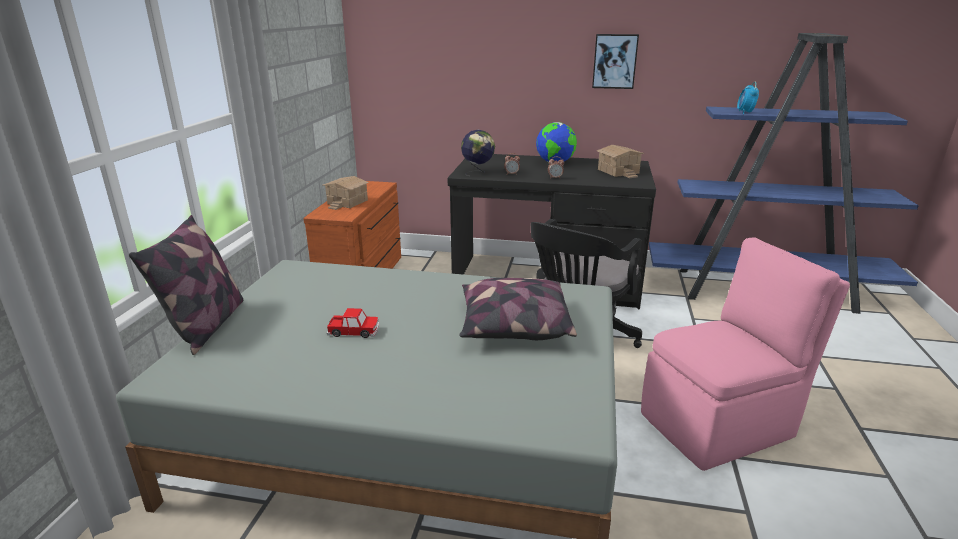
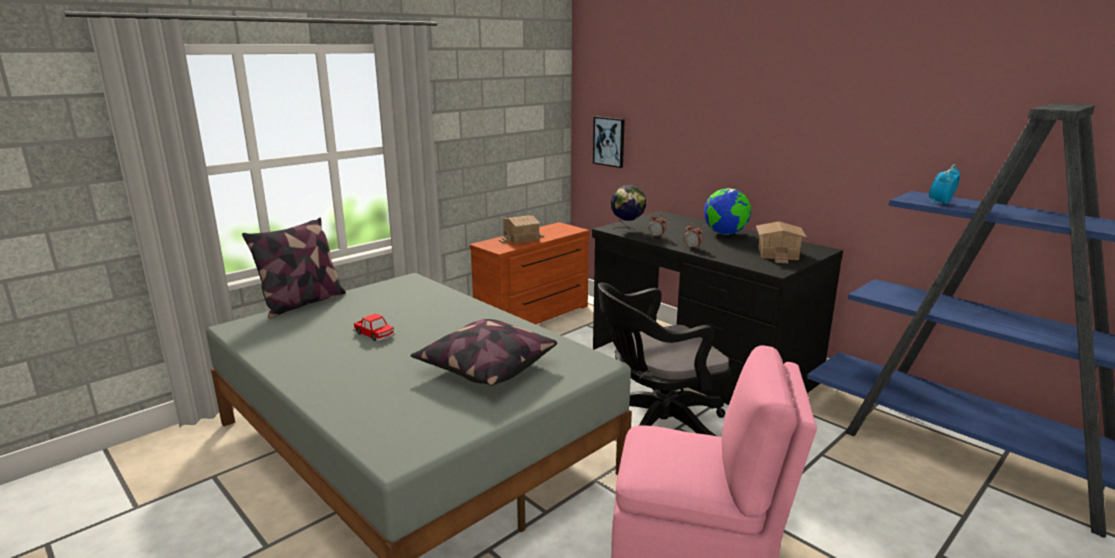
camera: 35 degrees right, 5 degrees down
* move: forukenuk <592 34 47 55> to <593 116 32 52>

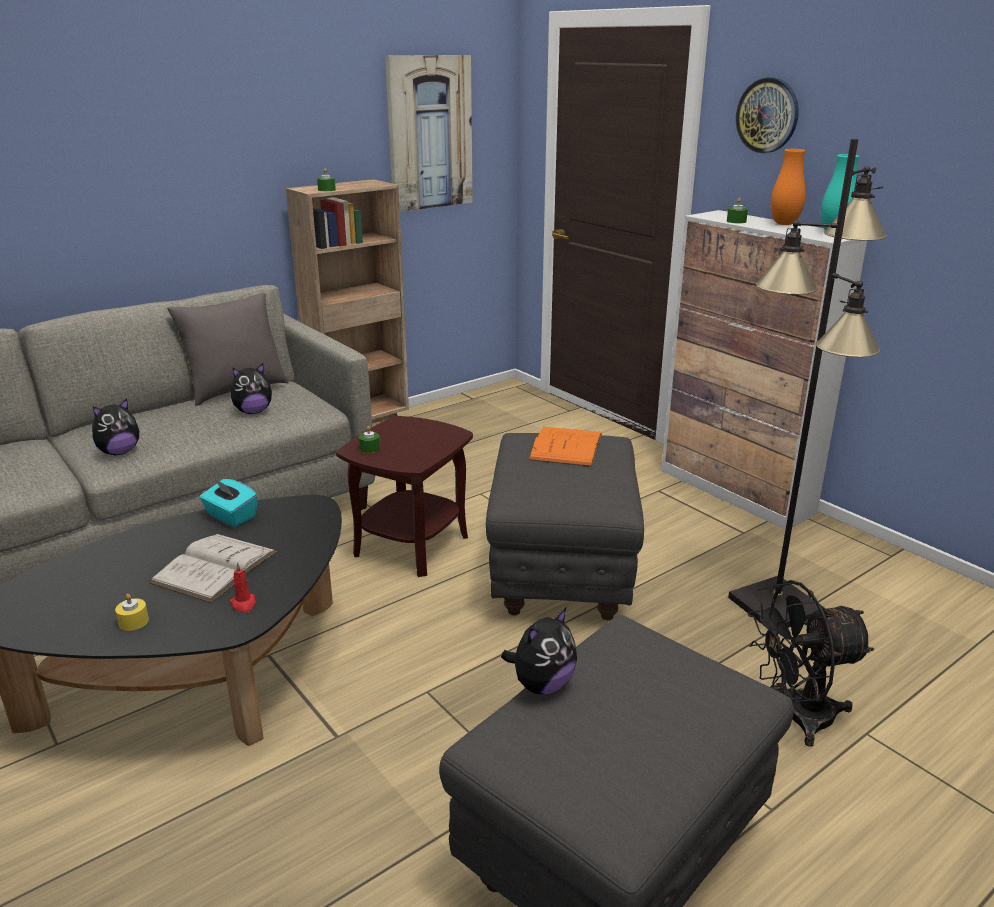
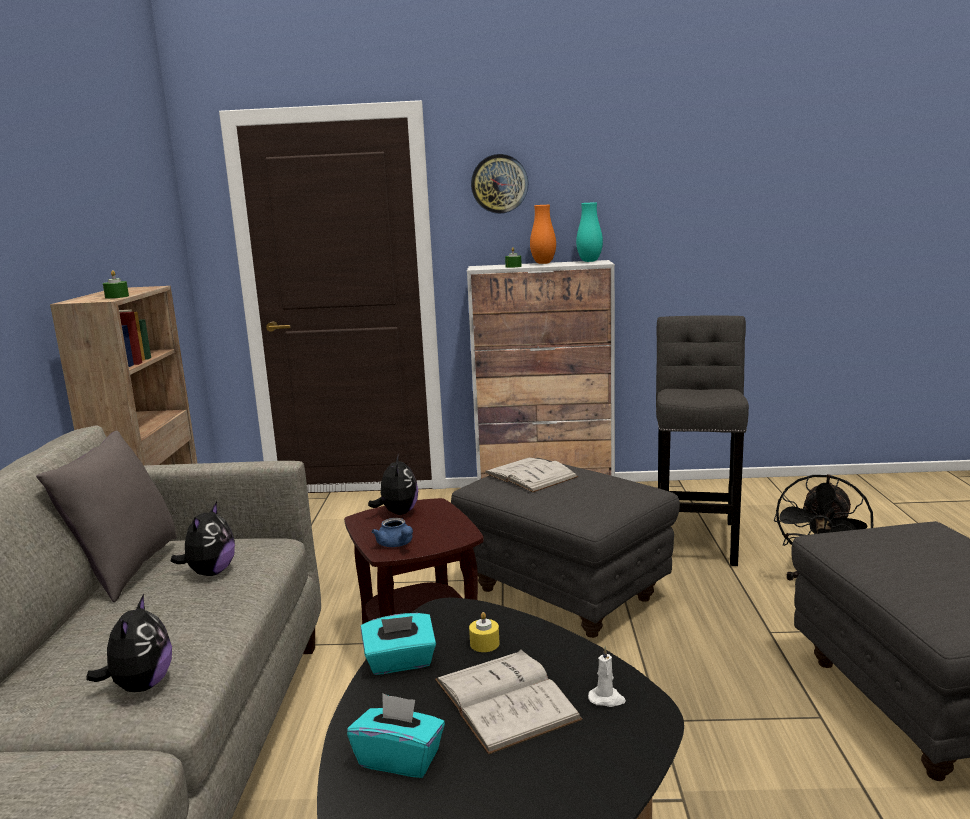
camera: 50 degrees left, 10 degrees down
* delete: forukenuk <385 55 88 157>
* replace: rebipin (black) <728 138 159 492> to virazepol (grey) <656 315 93 251>
* replace: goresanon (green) <359 426 21 27> to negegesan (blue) <372 518 41 29>
* recolor: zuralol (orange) <529 427 73 40> to zuralol (white) <484 457 95 35>
* recolor: goresanon (red) <230 562 26 51> to goresanon (white) <588 646 38 61>
* move: goresanon (yellow) <115 594 34 37> to <469 612 31 40>
* move: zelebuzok <501 608 76 86> to <368 453 50 62>
* insert: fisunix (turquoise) <347 693 98 85>

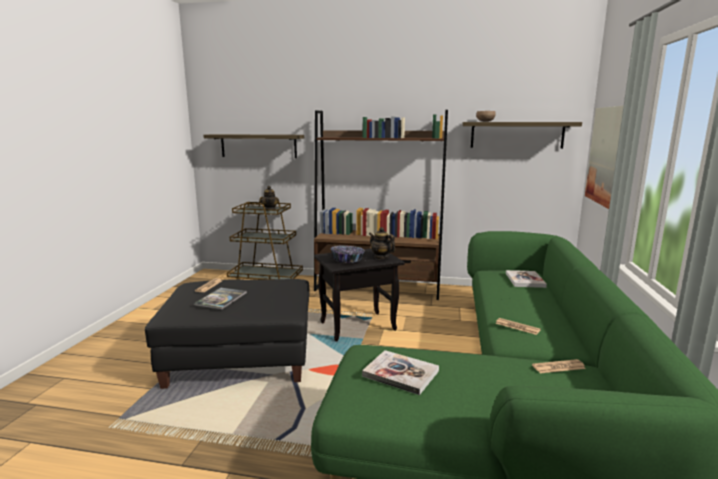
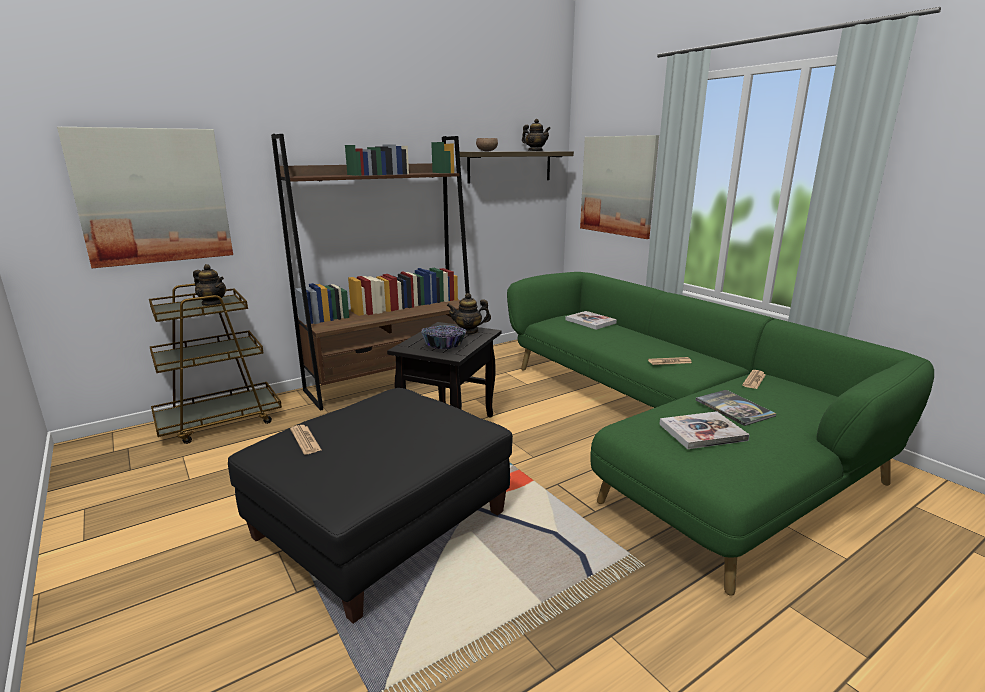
camera: 45 degrees left, 5 degrees up
* replace: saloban <203 134 101 24> to forukenuk <57 127 176 141>
* move: zuralol <194 287 53 23> to <696 390 81 36>
* insert: negegesan <522 119 29 32>

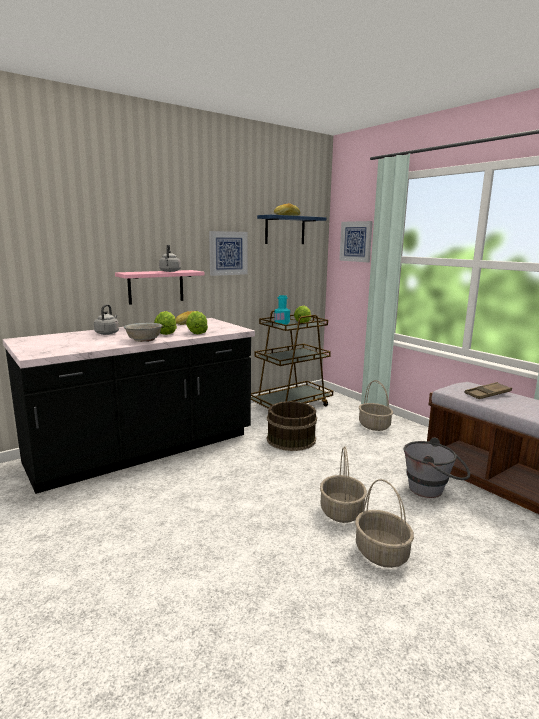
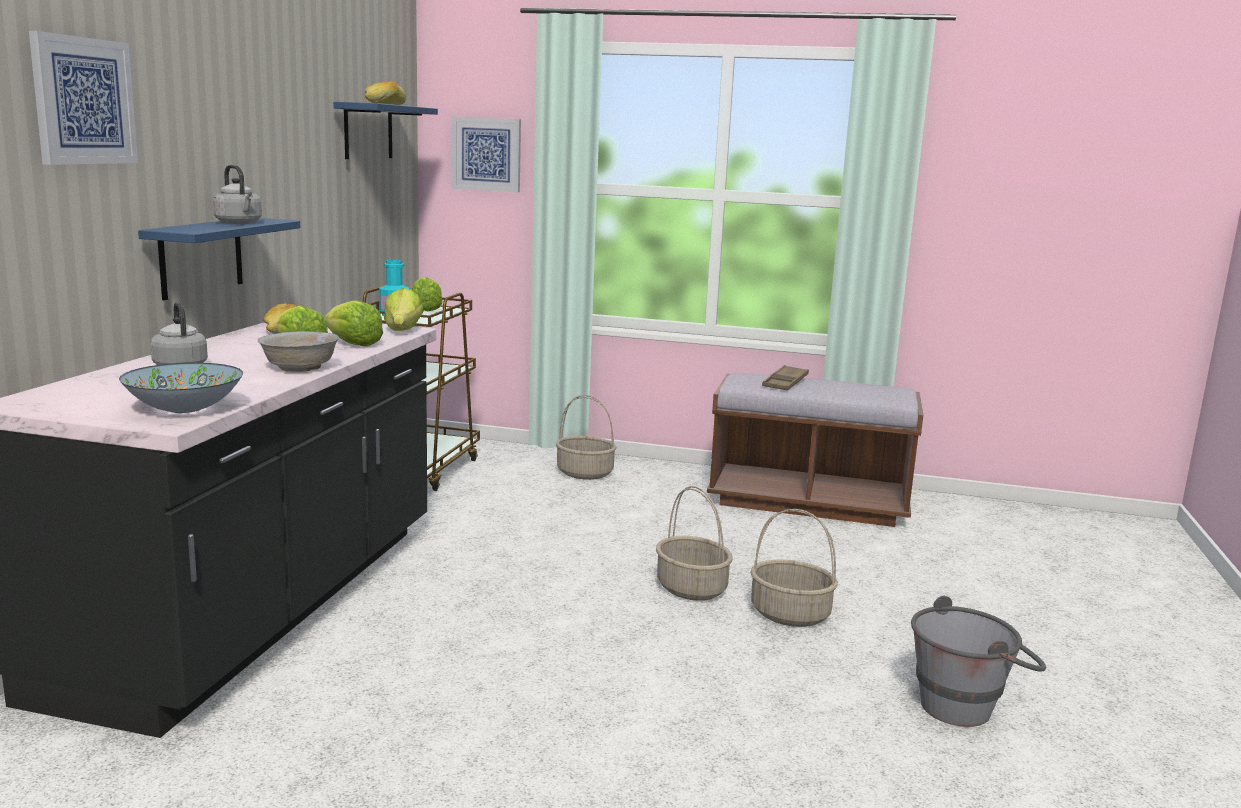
camera: 40 degrees left, 0 degrees up
* move: forukenuk <209 231 39 45> to <29 31 109 134>
* recolor: saloban (pink) <115 270 89 35> to saloban (blue) <138 218 162 82>
* delete: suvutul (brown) <267 401 50 50>
* move: suvutul (grey) <403 437 67 61> to <911 596 135 131>
* insert: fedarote <384 288 40 43>
* insert: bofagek <119 363 124 50>

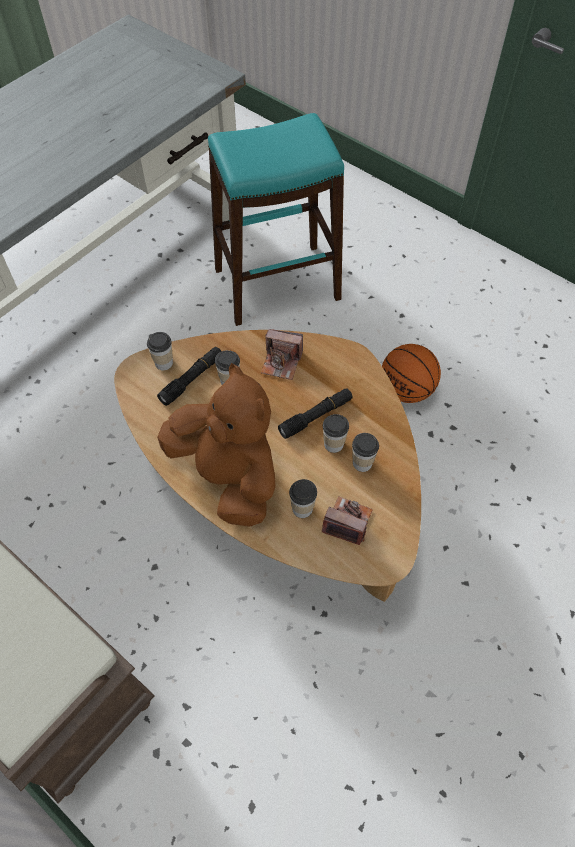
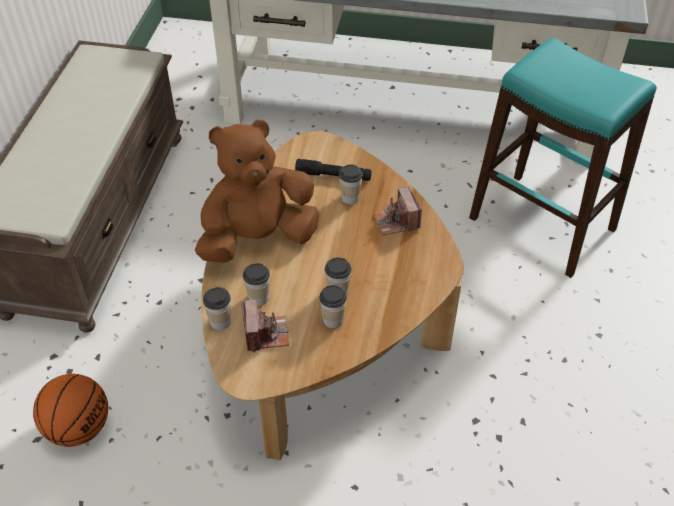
camera: 60 degrees right, 10 degrees down
* move: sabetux <147 332 26 38> to <203 287 28 43>
* move: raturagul <382 344 59 59> to <33 374 75 73>
* rotate: zelebuzok (brown) <157 363 119 164> = <195 120 124 143> 135 degrees counterclockwise
* delete: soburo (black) <278 388 75 51>

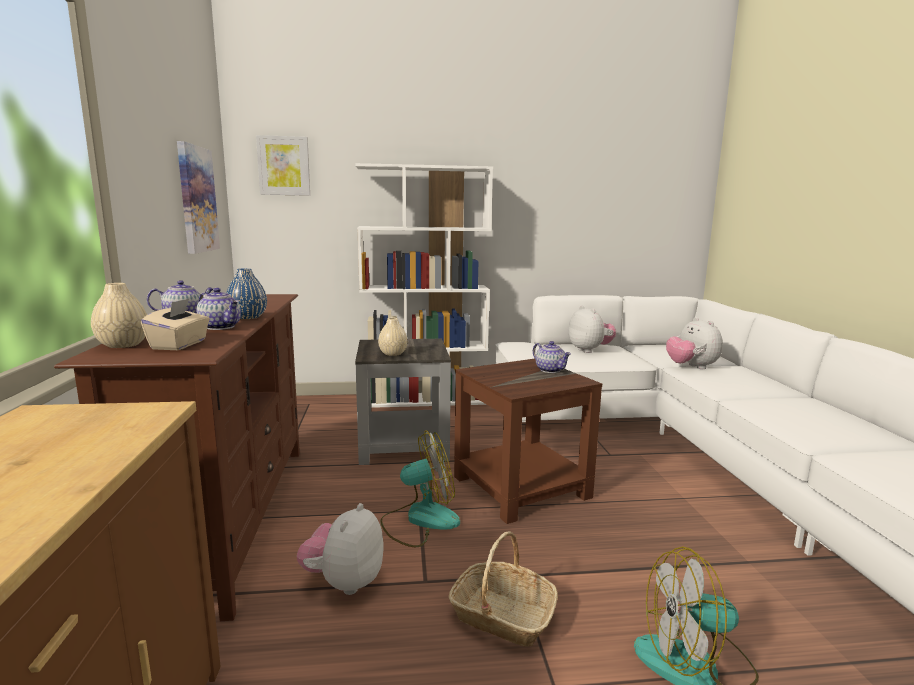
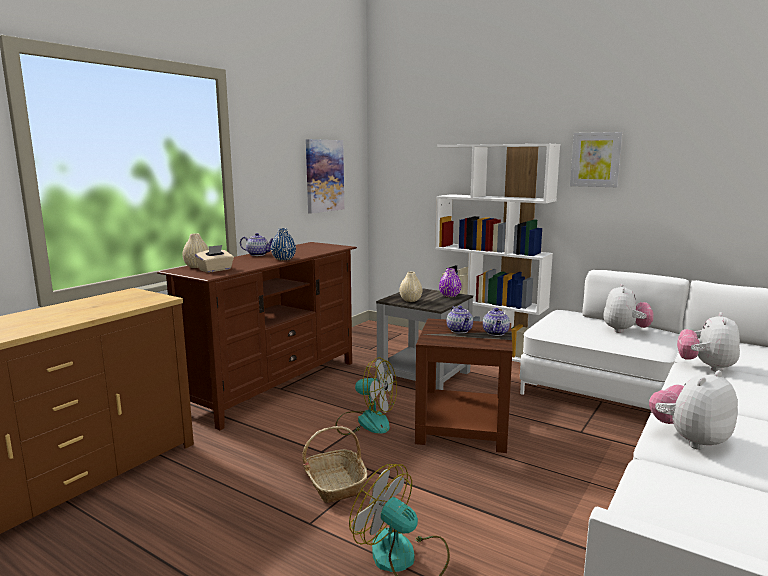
camera: 40 degrees right, 0 degrees up
* move: forukenuk <256 135 54 61> to <570 132 53 55>
* move: negegesan <196 288 45 42> to <447 306 26 27>
* move: zelebuzok <297 503 87 92> to <649 370 89 80>
* insert: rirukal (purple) <439 268 22 29>

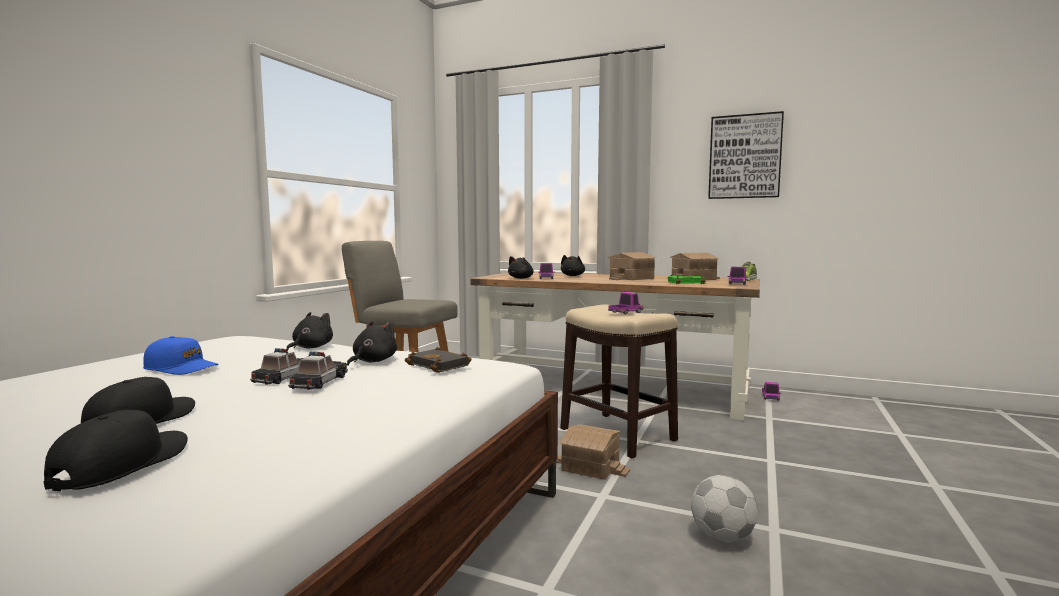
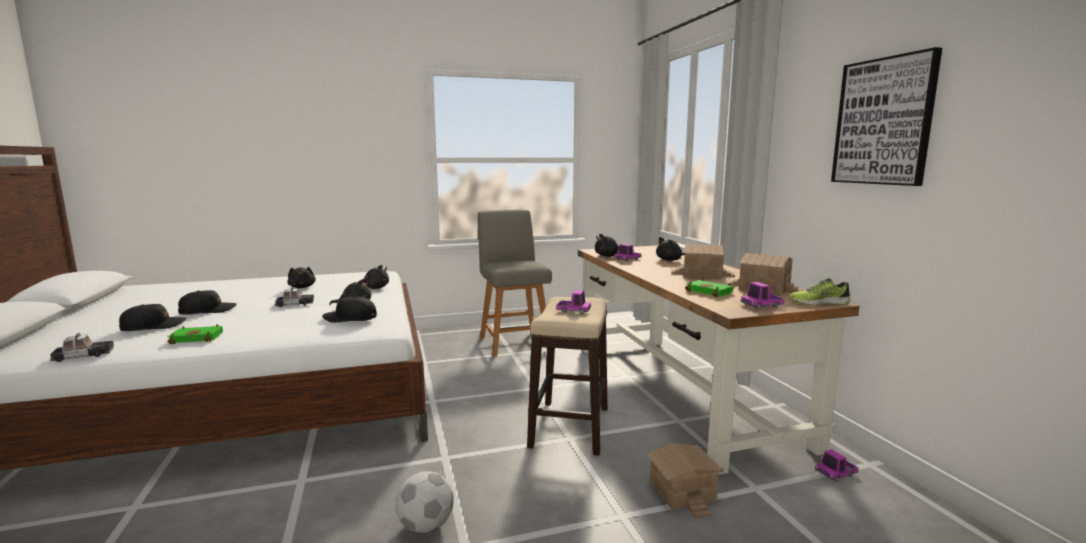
camera: 50 degrees right, 5 degrees up
* replace: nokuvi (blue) <143 336 76 39> to zelebuzok (black) <287 267 29 21>
* replace: zuralol (black) <405 347 66 26> to nokuvi (black) <322 296 55 26>
* move: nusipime <288 352 60 38> to <50 333 64 29>
* move: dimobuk <556 424 74 56> to <646 443 78 75>
* insert: zuralol (green) <168 324 55 20>

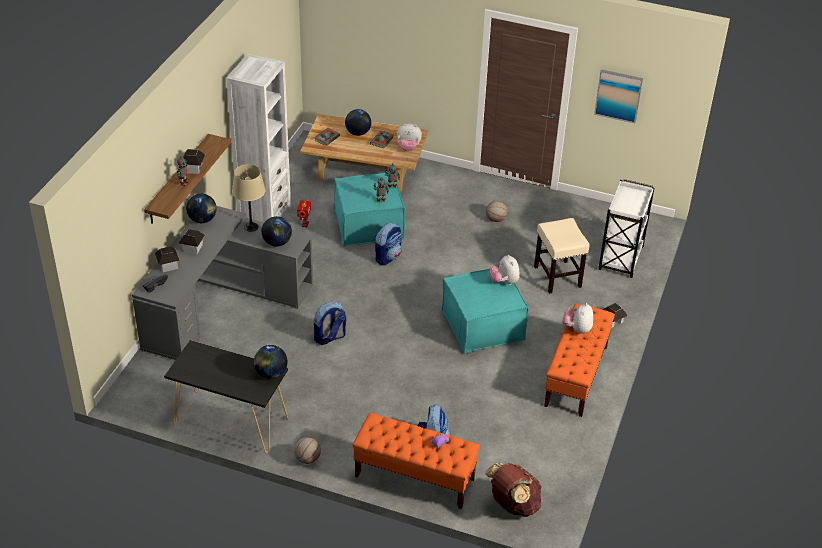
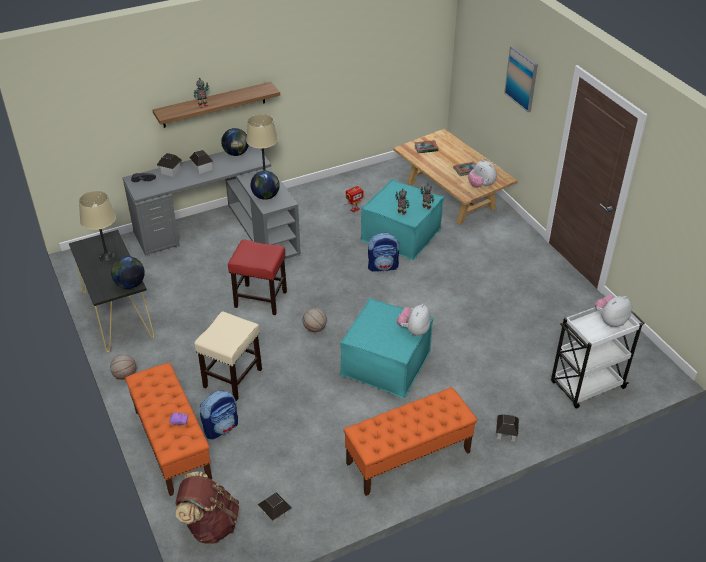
camera: 45 degrees right, 0 degrees up
* delete: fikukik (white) <226 54 65 168>
* move: forukenuk <594 69 49 55> to <504 46 34 66>
* delete: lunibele <345 109 26 27>
* move: dimobuk <183 149 22 25> to <258 492 33 33>
* move: raturagul <486 201 21 21> to <303 308 24 24>
* move: virazepol (beige) <534 218 56 76> to <194 311 68 90>
* replace: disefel <314 301 32 44> to virazepol (red) <228 239 59 76>
* move: zelebuzok <562 303 31 31> to <595 295 37 32>
* insert: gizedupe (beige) <79 191 37 71>

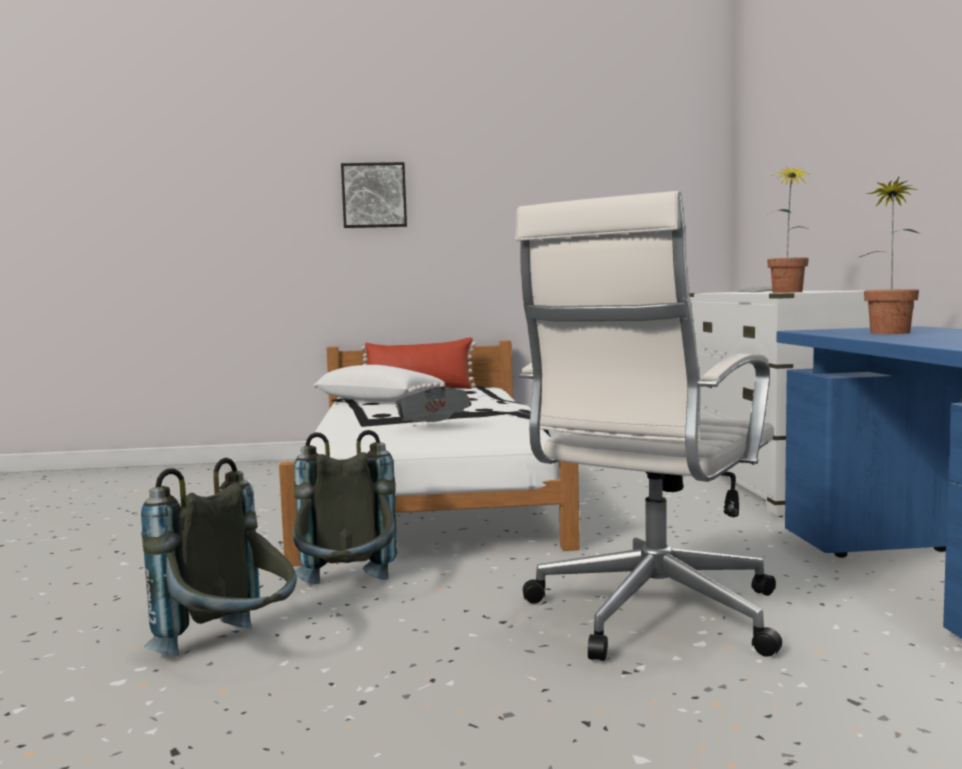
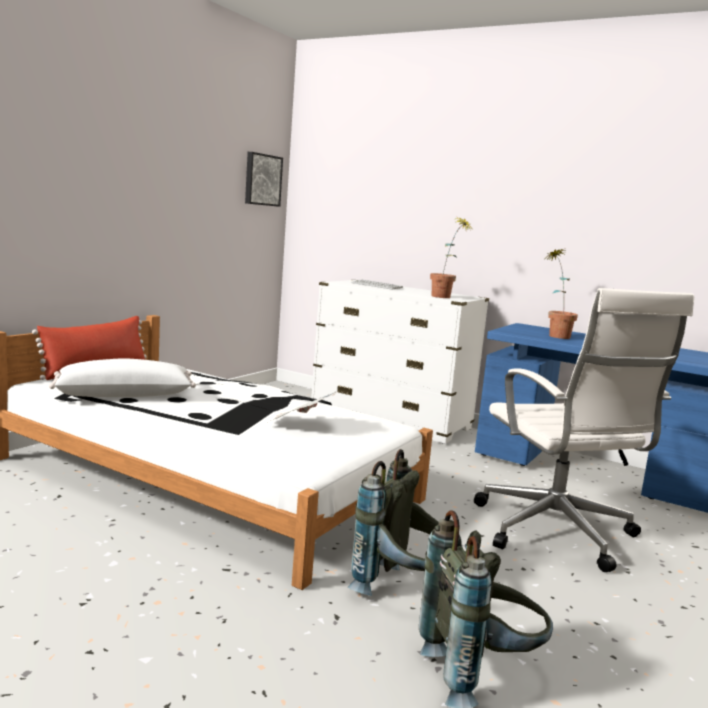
camera: 55 degrees left, 5 degrees up
* move: forukenuk <341 162 66 66> to <245 152 38 55>

